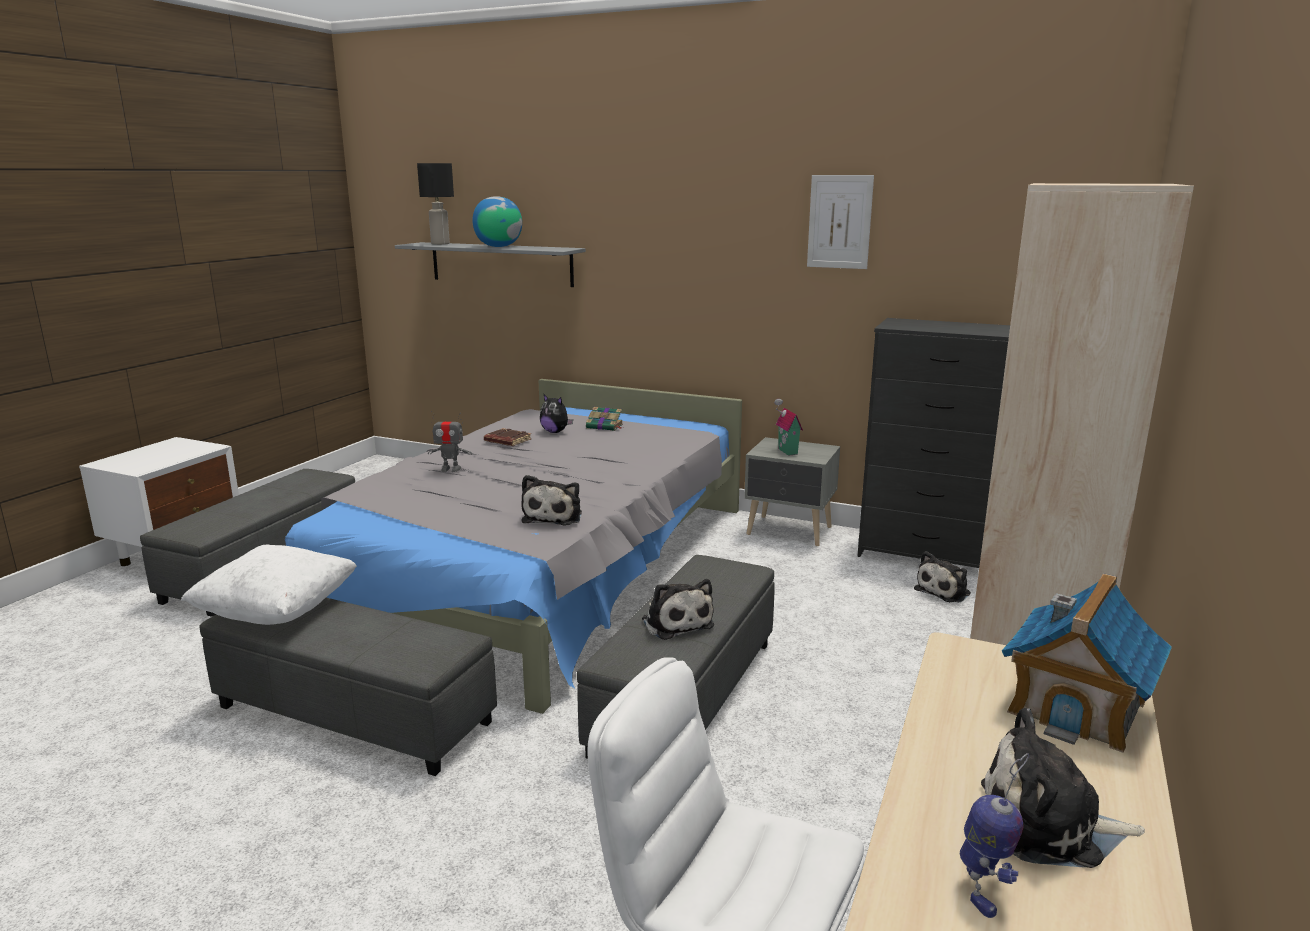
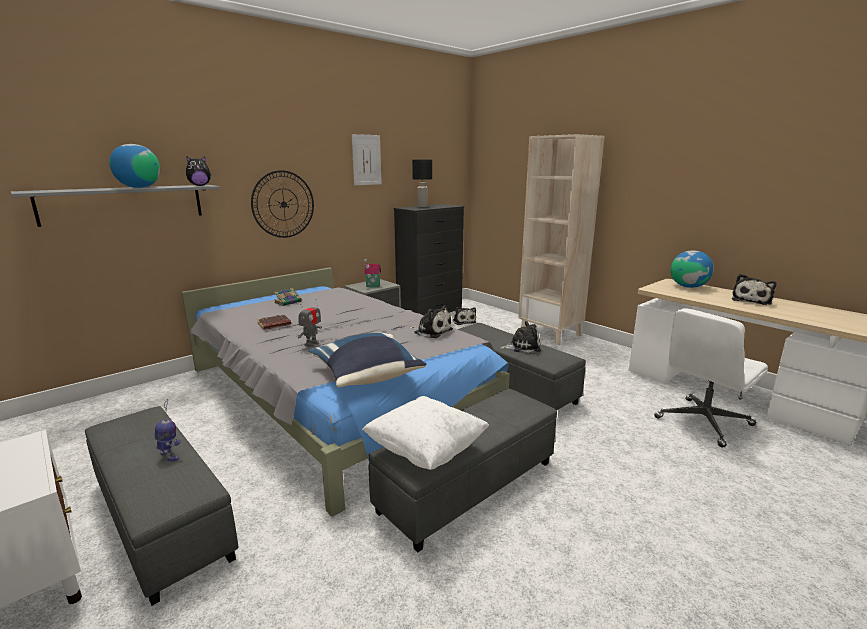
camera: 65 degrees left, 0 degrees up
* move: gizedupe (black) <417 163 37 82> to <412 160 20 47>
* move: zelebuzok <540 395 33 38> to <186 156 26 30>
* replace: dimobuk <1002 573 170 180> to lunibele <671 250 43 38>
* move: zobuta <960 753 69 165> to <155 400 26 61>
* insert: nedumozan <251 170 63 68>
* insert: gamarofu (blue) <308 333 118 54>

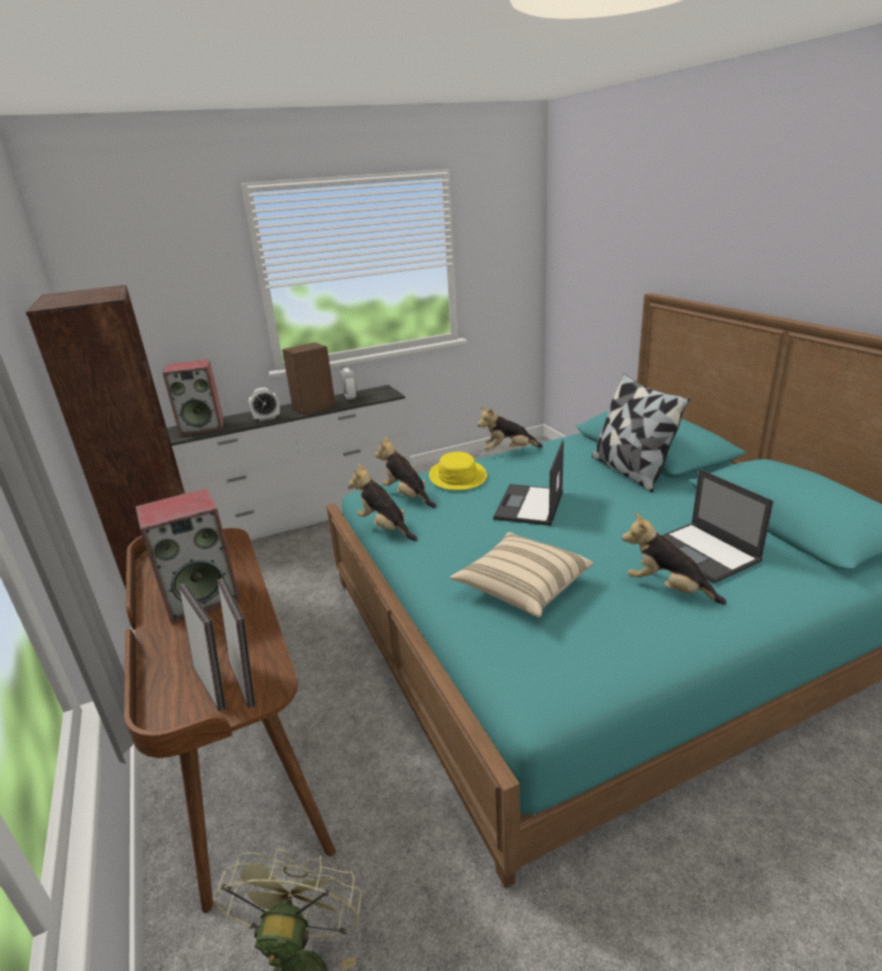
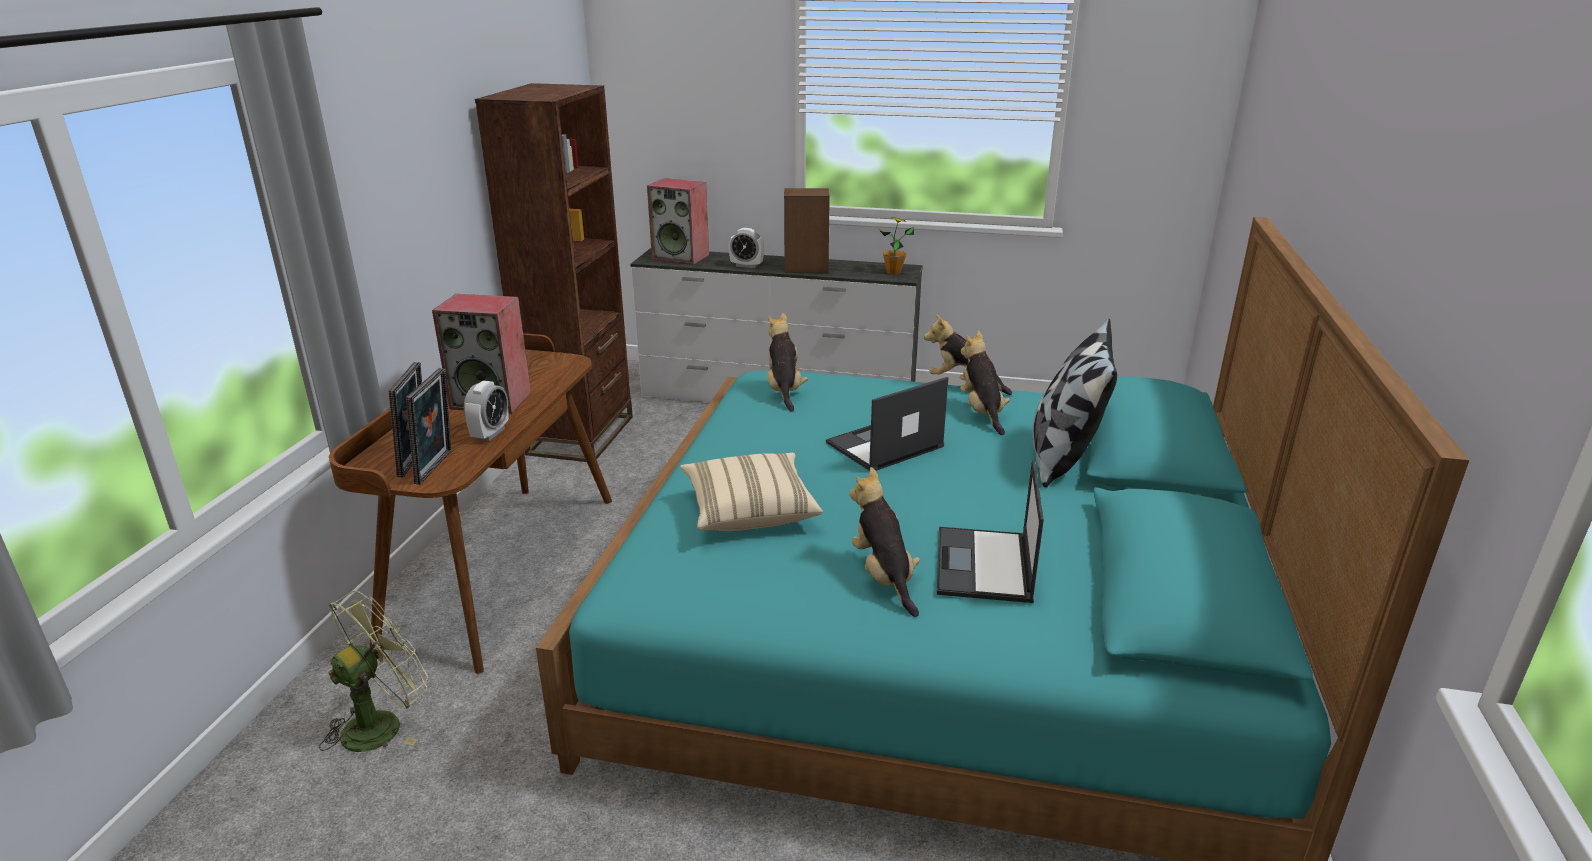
camera: 35 degrees right, 0 degrees up
* move: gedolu <339 368 18 32> to <464 381 45 60>
* delete: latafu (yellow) <429 452 58 38>
* move: zelebuzok <349 464 69 77> to <960 331 50 104>
* insert: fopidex <878 217 36 57>

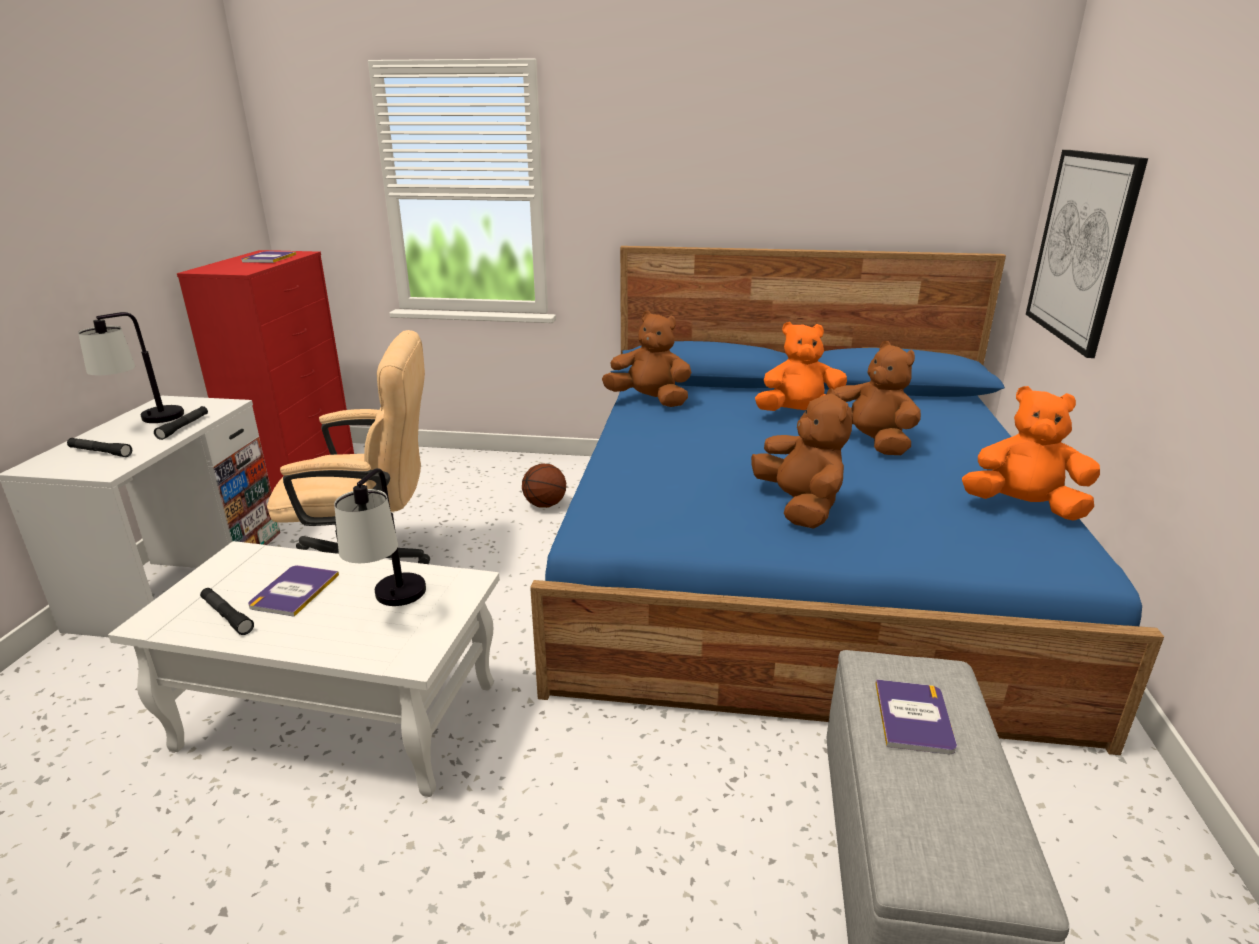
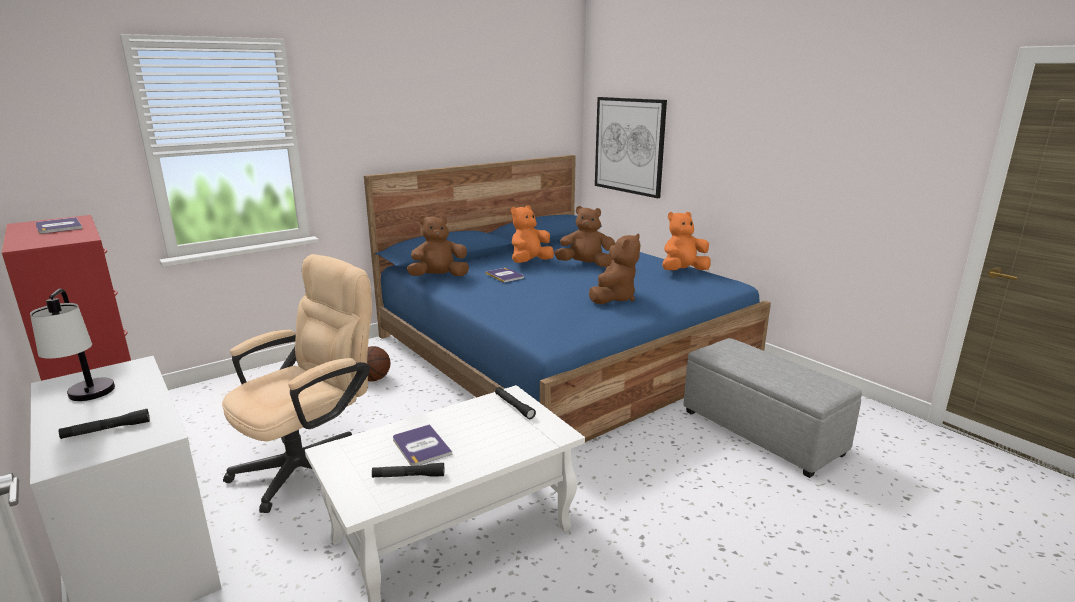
camera: 45 degrees left, 5 degrees down
* rotate: zelebuzok (brown) <751 388 101 141> = <589 233 51 71> 90 degrees clockwise
* move: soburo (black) <154 406 54 34> to <495 387 41 32>
* delete: gizedupe <334 468 92 138>
* move: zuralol <875 679 82 75> to <486 268 38 15>

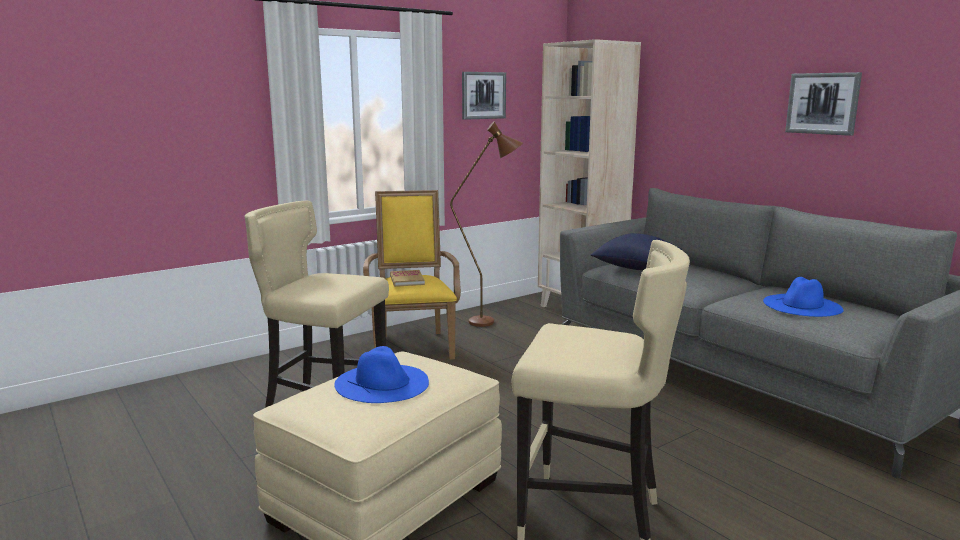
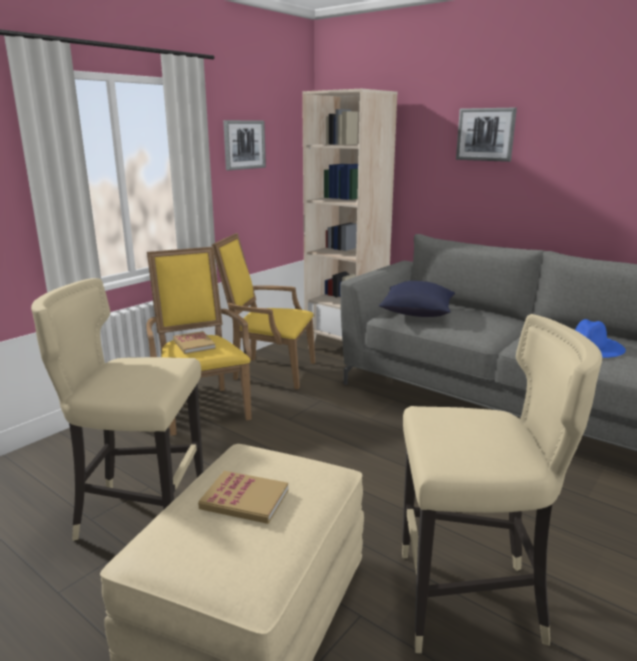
camera: 15 degrees left, 5 degrees up
* move: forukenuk <785 72 77 64> to <456 108 61 54>
* replace: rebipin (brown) <450 121 73 206> to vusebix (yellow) <212 233 103 156>
* replace: latafu (blue) <334 346 95 57> to zuralol <198 471 90 53>

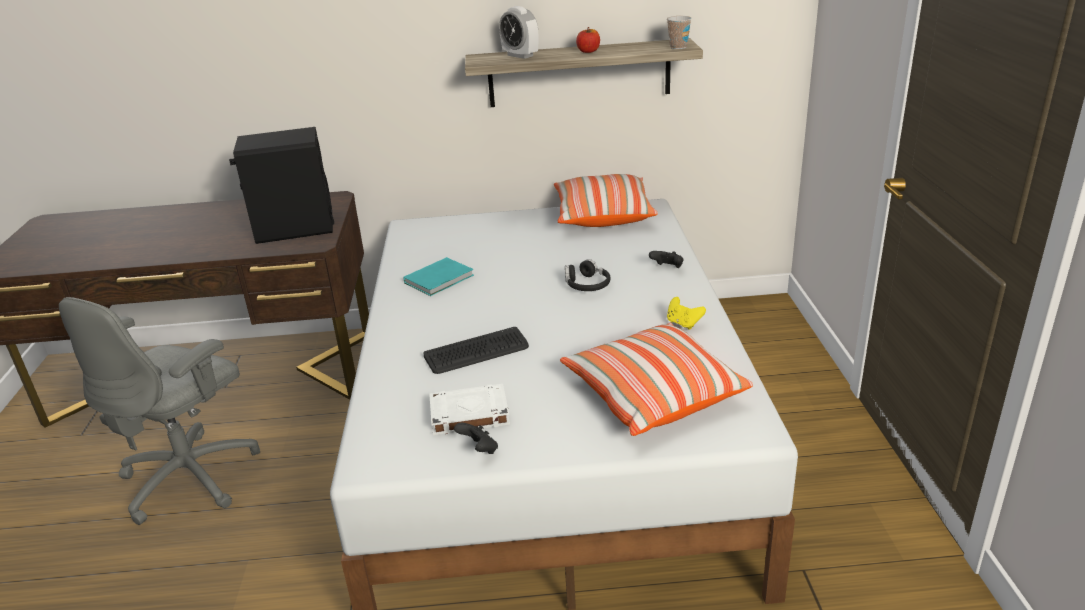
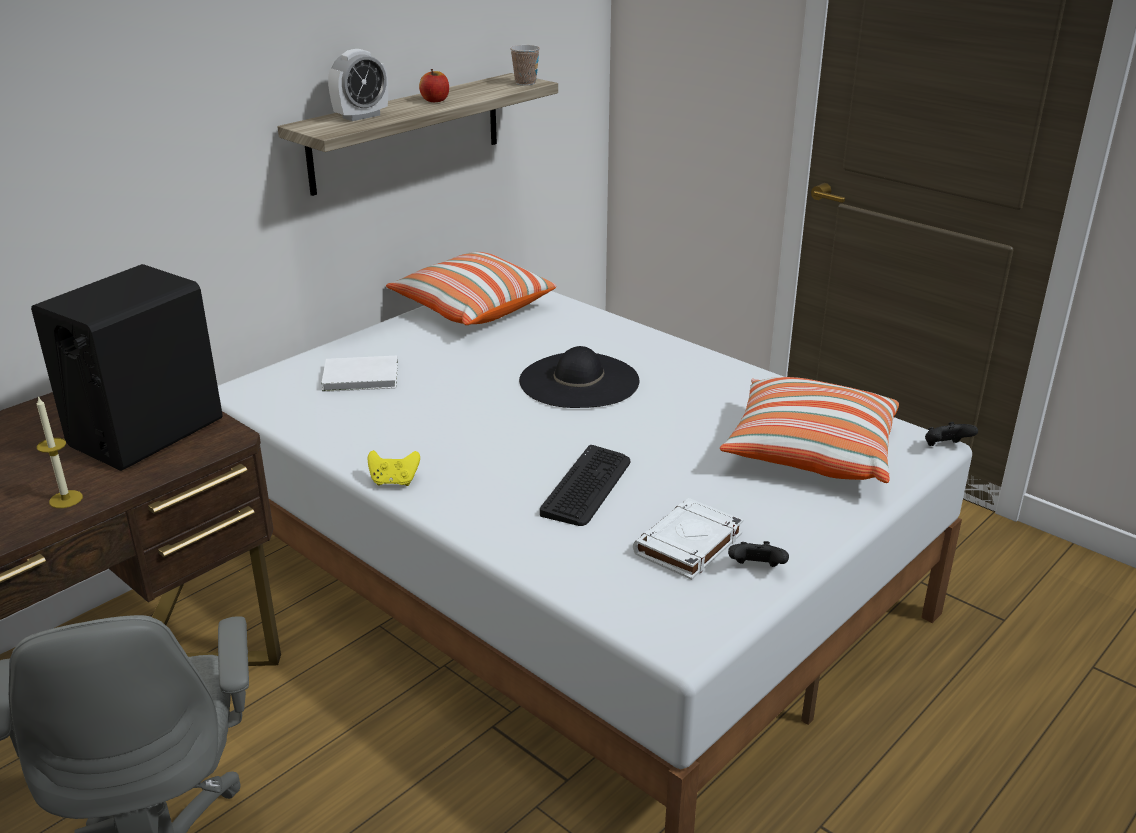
camera: 45 degrees left, 0 degrees up
* rotate: gedolu <499 6 39 53> = <328 49 60 72> 45 degrees counterclockwise
* move: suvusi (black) <649 251 34 17> to <925 422 53 24>
* delete: zuralol (turquoise) <403 257 71 39>
* replace: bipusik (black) <565 259 46 32> to latafu (black) <519 346 120 62>
* move: suvusi (yellow) <667 297 39 33> to <368 450 52 36>
* insert: zuralol (white) <321 356 77 36>
* insert: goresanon <37 396 46 112>

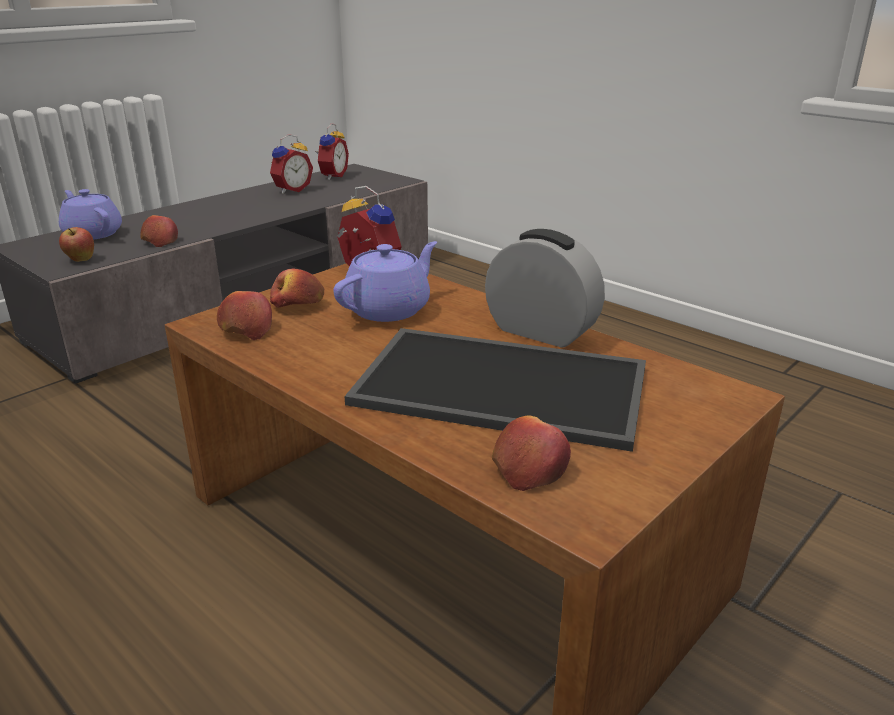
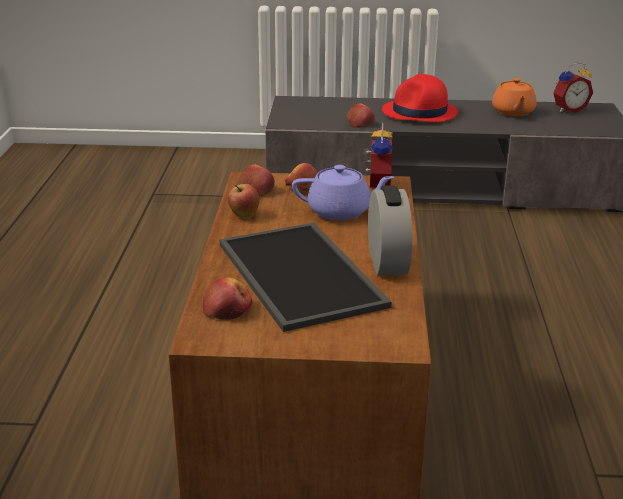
camera: 50 degrees right, 0 degrees up
* replace: gedolu <270 134 43 60> to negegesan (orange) <492 78 45 38>
* delete: negegesan (purple) <59 189 63 51>
* move: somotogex <59 227 35 35> to <228 184 32 35>
* insert: latafu (red) <382 74 76 48>

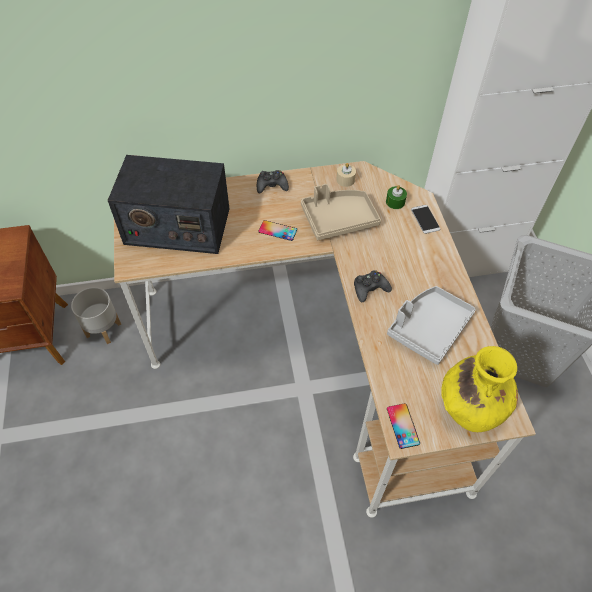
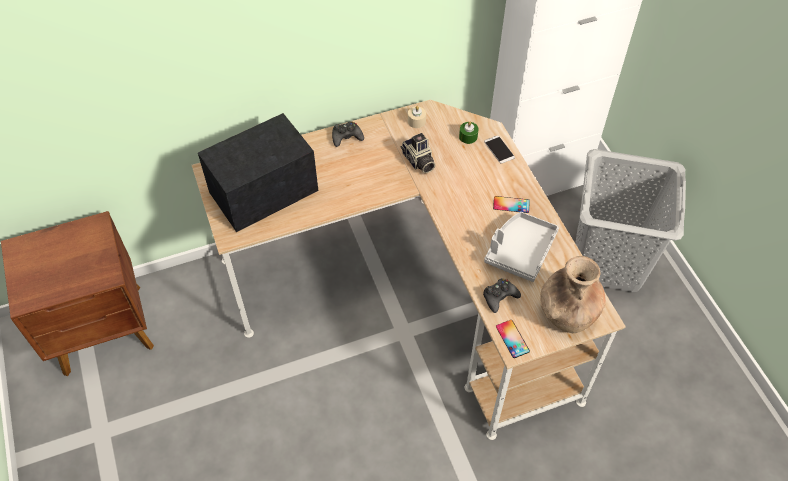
camera: 10 degrees left, 0 degrees up
* rotate: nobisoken <108 155 121 99> = <198 113 120 119> 150 degrees clockwise
* replace: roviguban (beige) <301 184 80 56> to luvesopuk <401 133 34 40>
* move: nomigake <258 220 39 21> to <493 196 37 17>
* move: suvusi (black) <354 270 38 32> to <483 278 38 35>
* delete: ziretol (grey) <71 287 50 57>
* recolor: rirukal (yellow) <441 346 77 86> to rirukal (brown) <540 256 66 77>

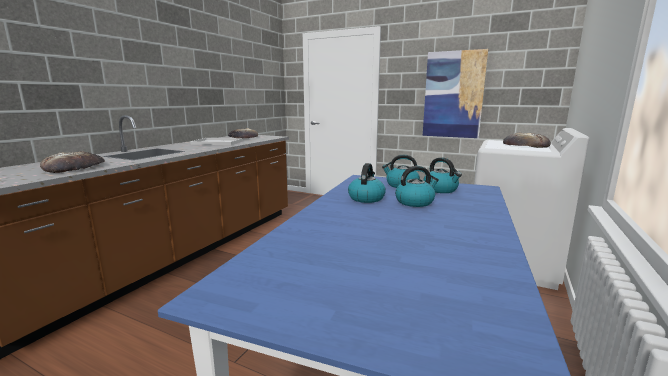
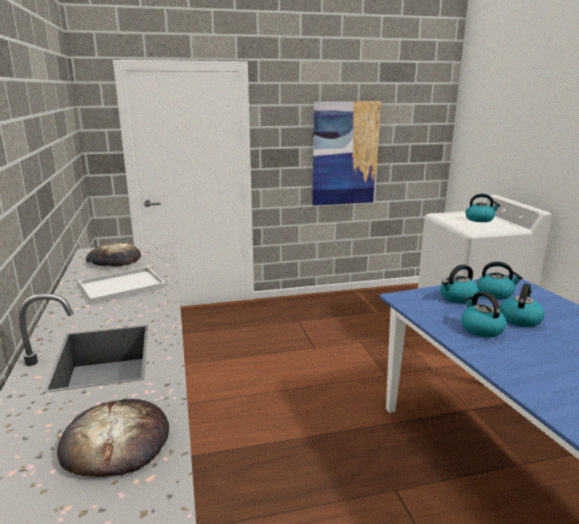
camera: 40 degrees left, 5 degrees up
* replace: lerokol <503 133 48 15> to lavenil <466 193 34 29>

